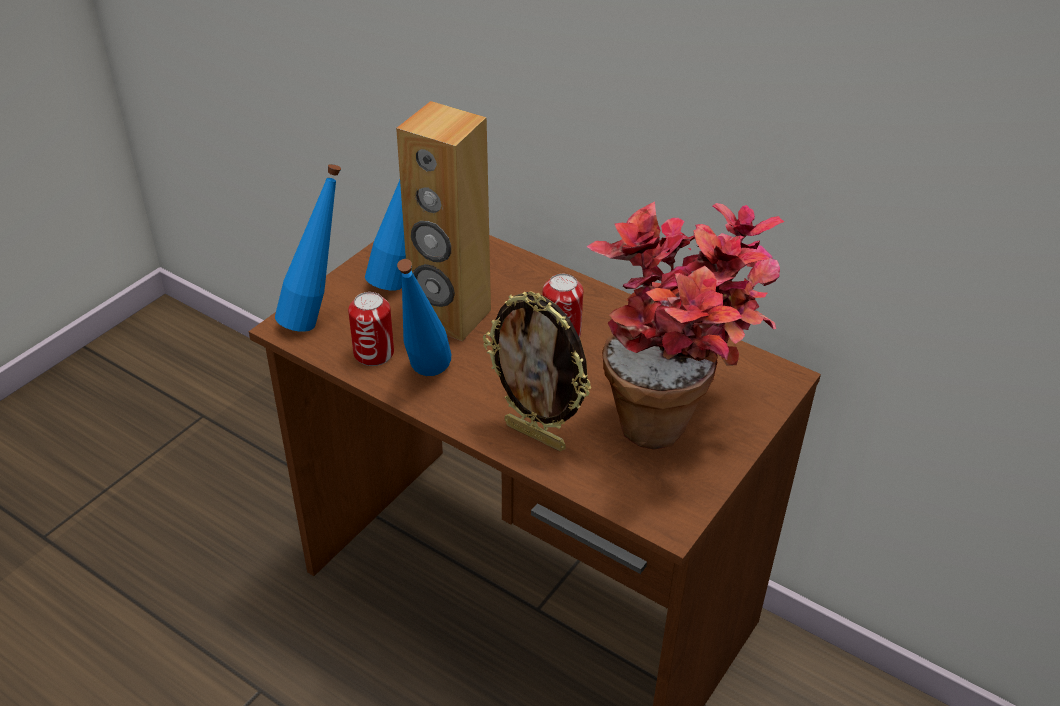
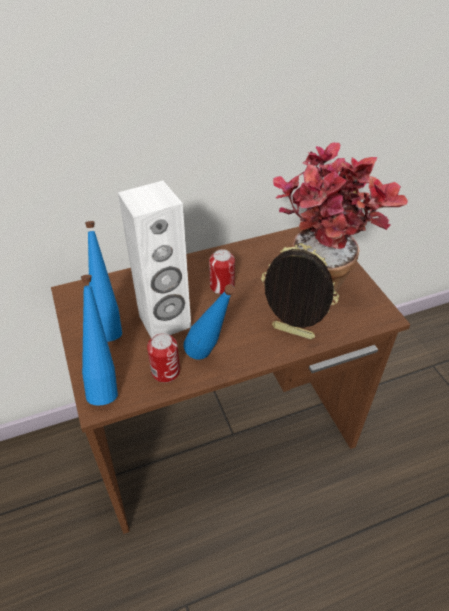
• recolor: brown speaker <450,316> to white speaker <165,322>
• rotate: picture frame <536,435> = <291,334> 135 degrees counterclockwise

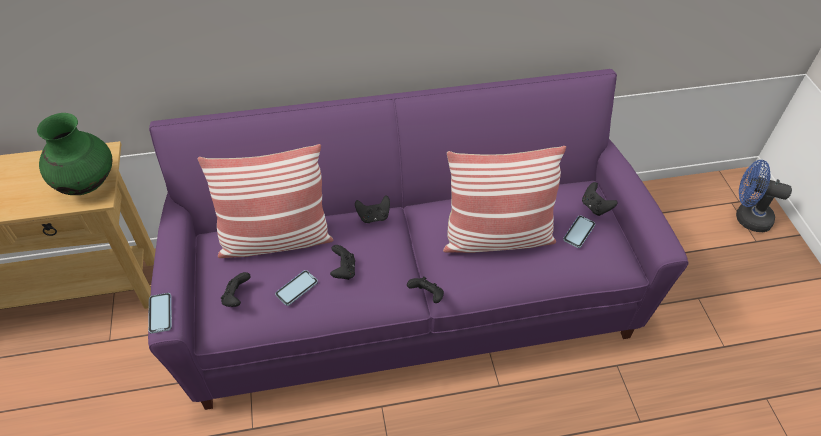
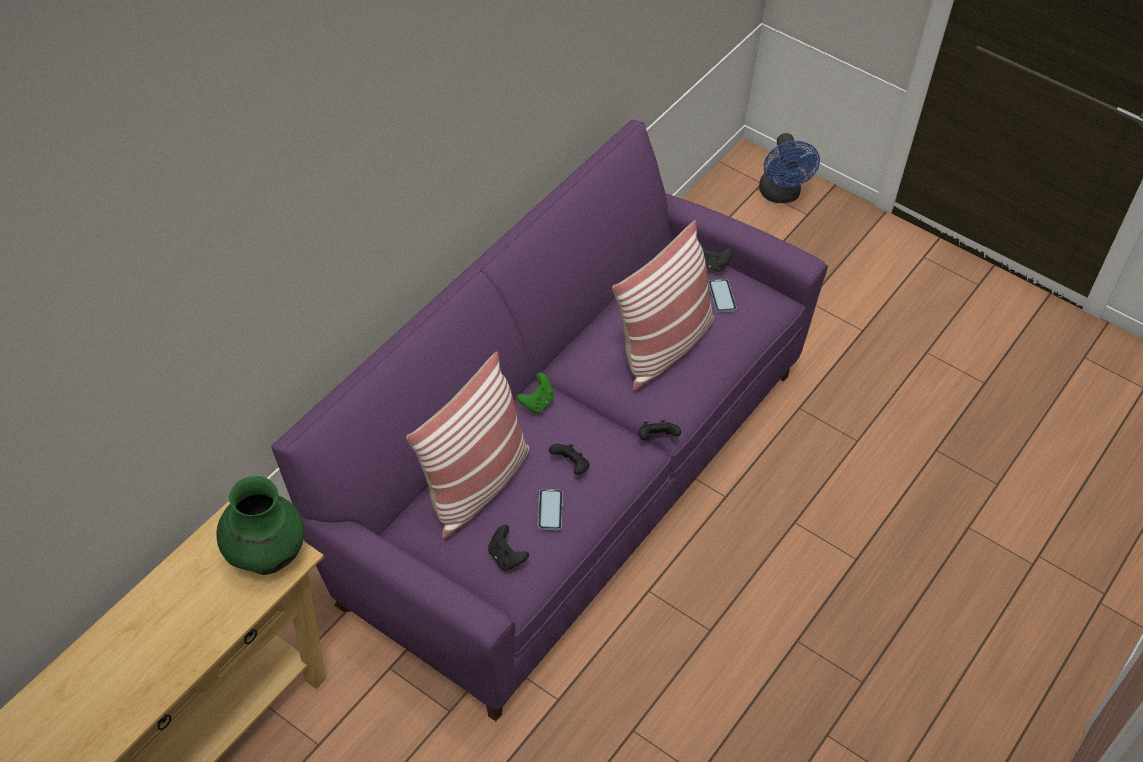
• delete: phone <160,313>
• recolor: black game controller <373,216> to green game controller <537,402>
• rotate: blue fan <746,217> = <781,195> 75 degrees counterclockwise

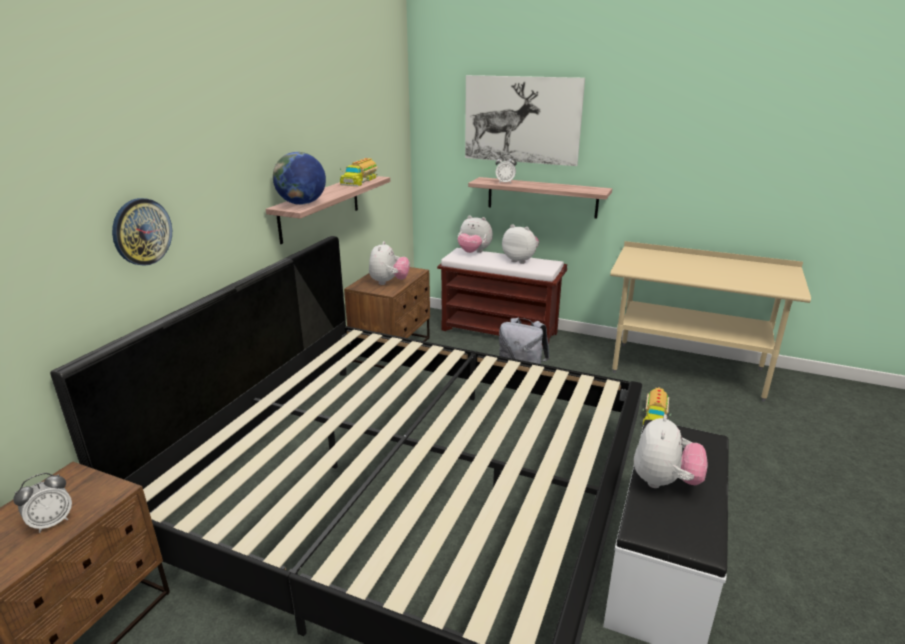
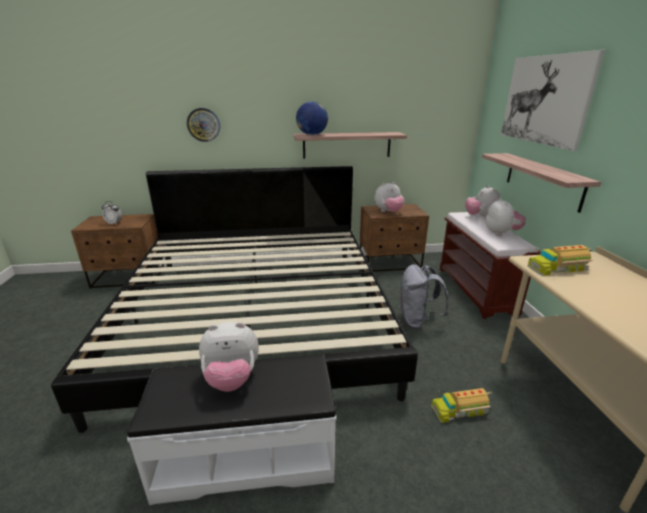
• delete: alarm clock <505,182>
• move: toy truck <359,181> to <557,268>

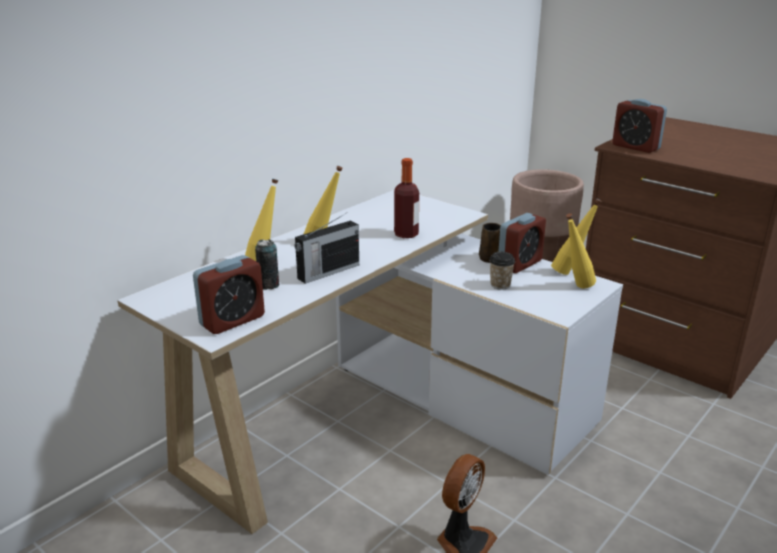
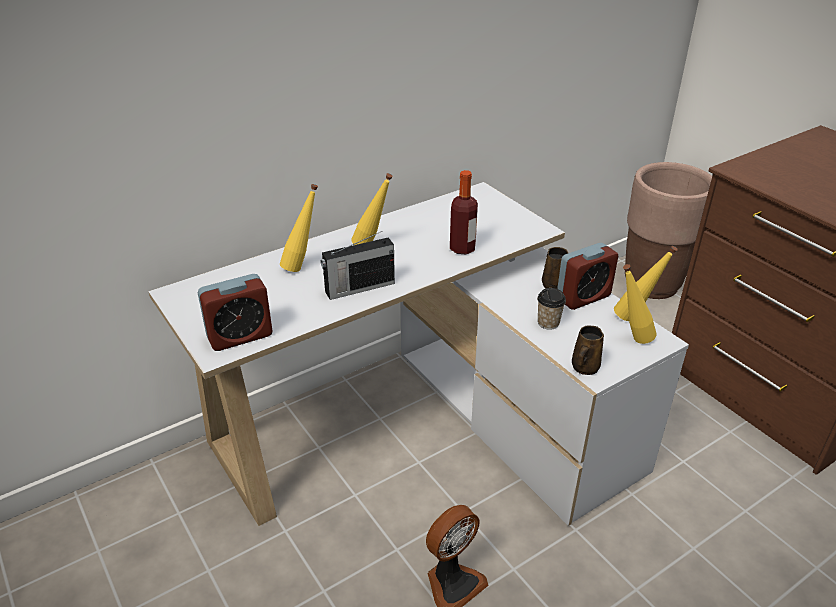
• delete: can <268,285>
• delete: alarm clock <635,147>
• insert: brown mug <584,368>

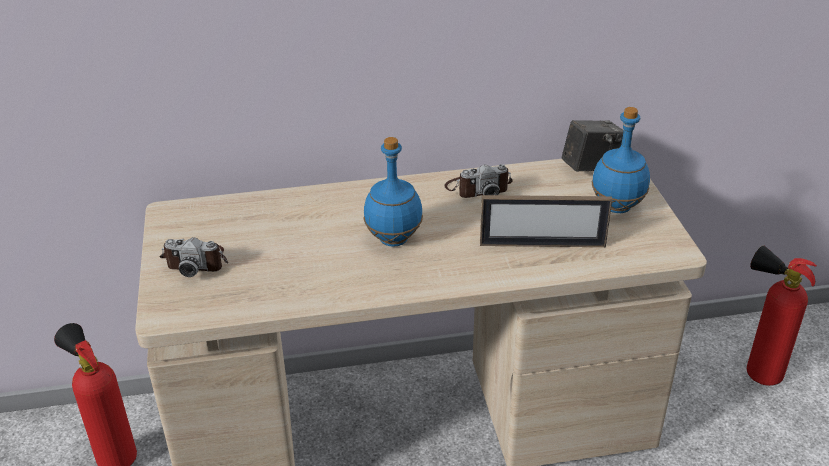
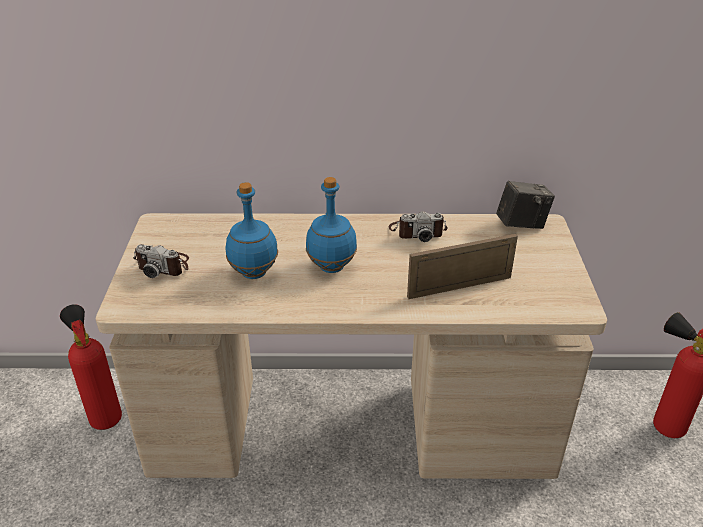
• move: blue bottle <616,207> to <253,273>
• rotate: picture frame <542,245> = <459,287> 150 degrees clockwise

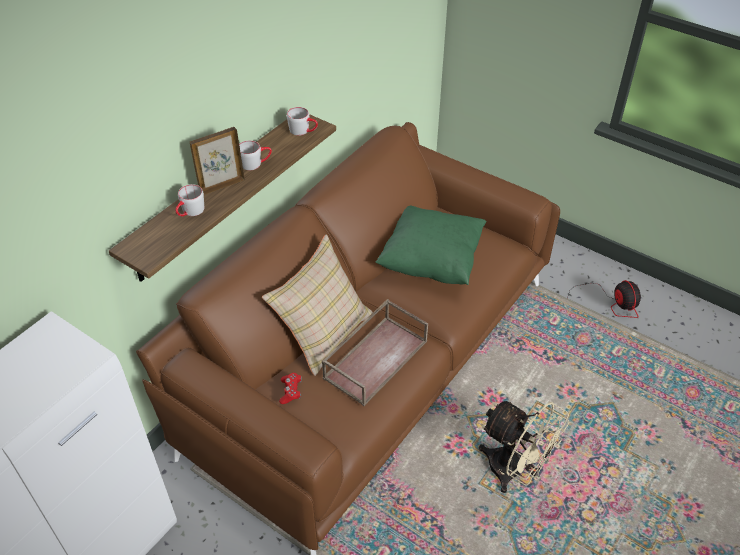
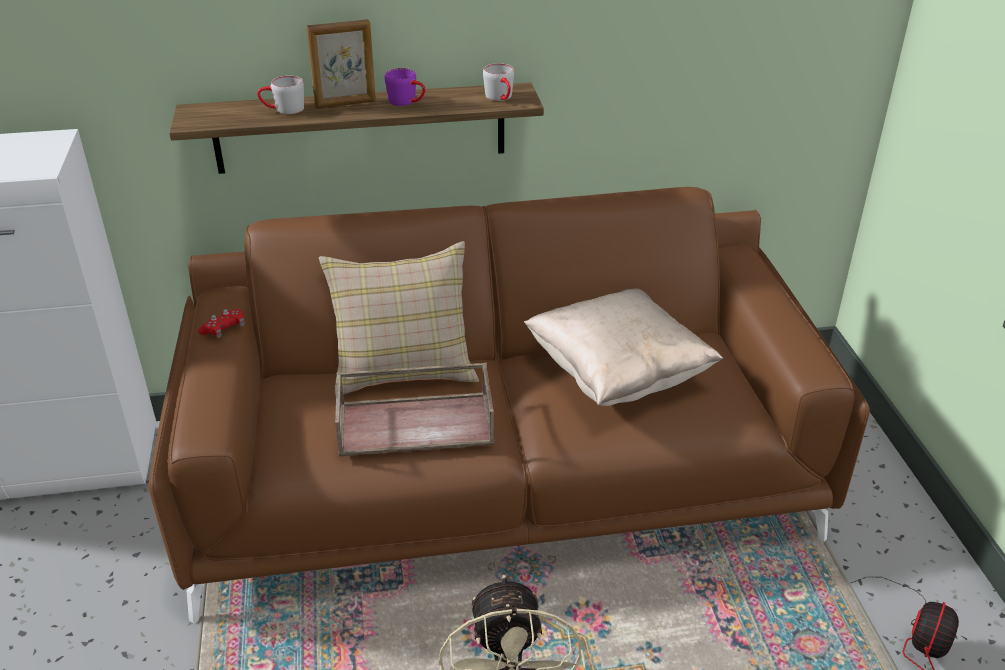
• move: red game controller <291,391> to <224,330>
• recolor: grey mug <255,163> to purple mug <407,102>
• recolor: green pillow <430,262> to beige pillow <617,375>
• rotate: picture frame <221,186> = <346,104> 150 degrees clockwise

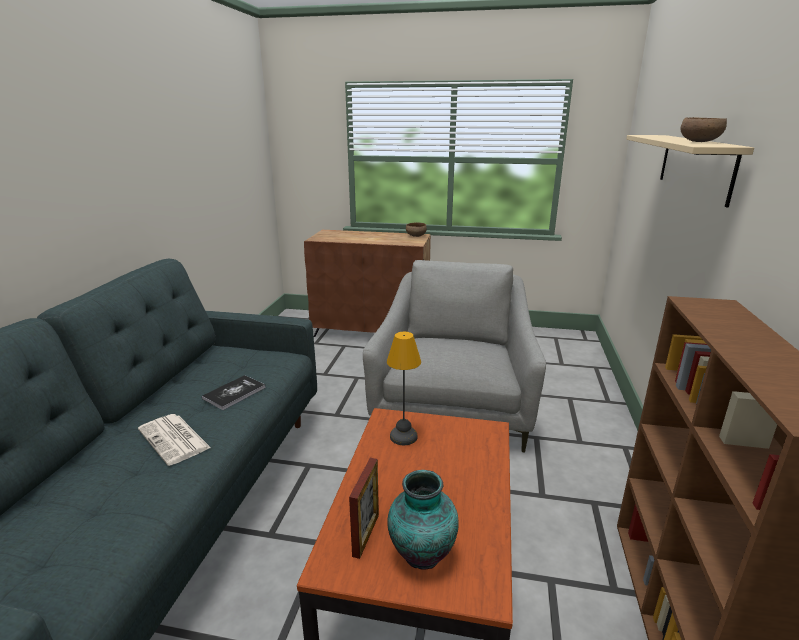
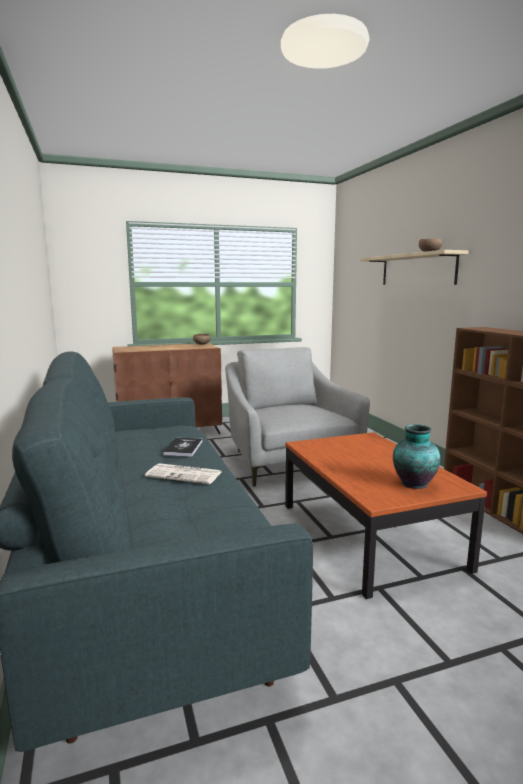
• delete: picture frame <366,535>
• delete: table lamp <404,436>

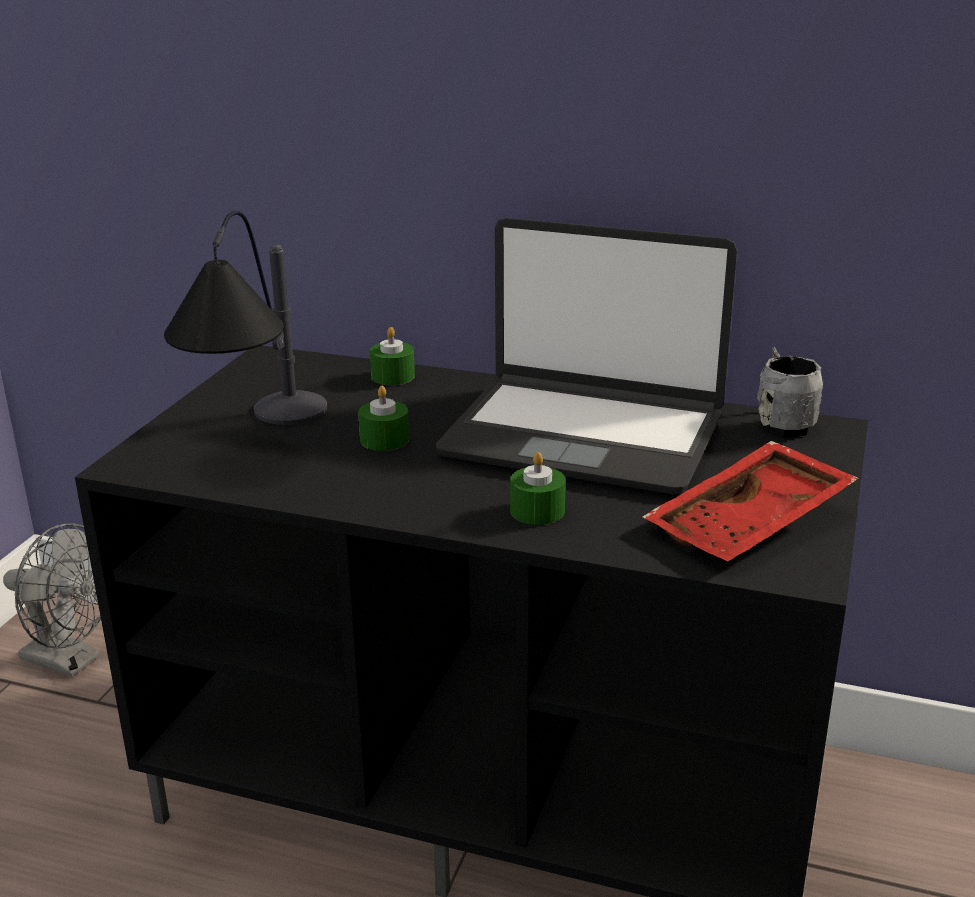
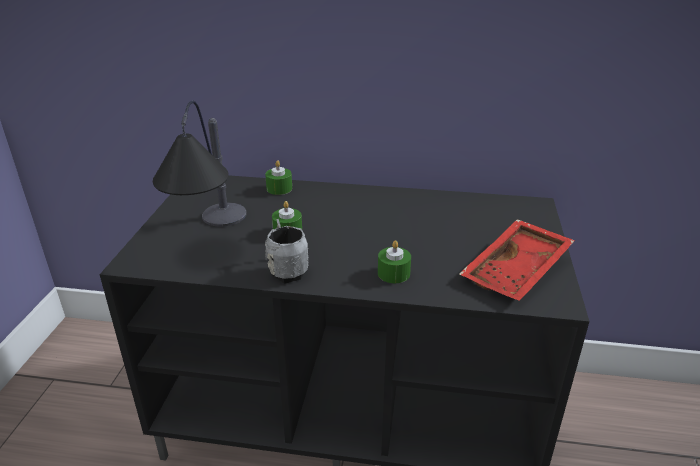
• delete: grey fan <71,661>
• delete: laptop <584,435>
• move: grey mug <782,423> to <287,269>

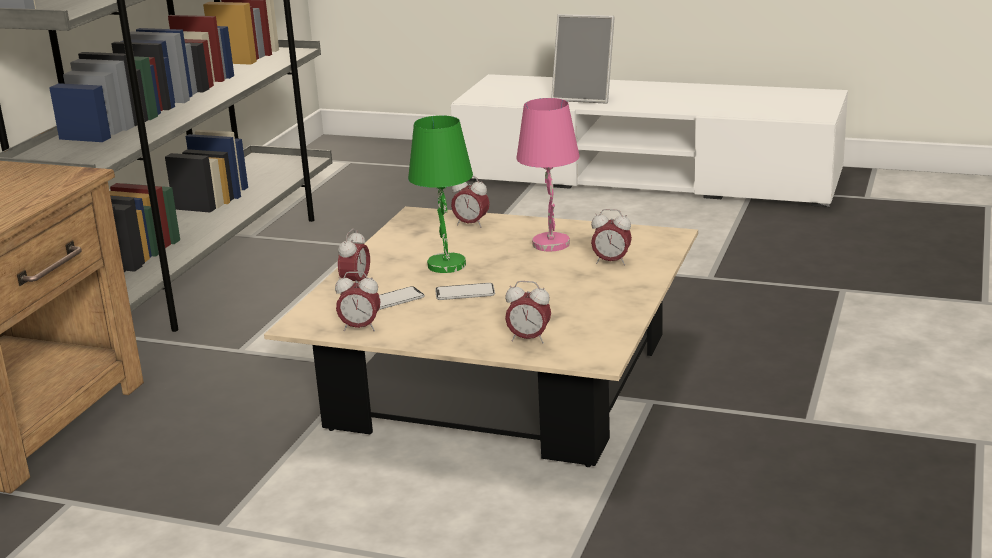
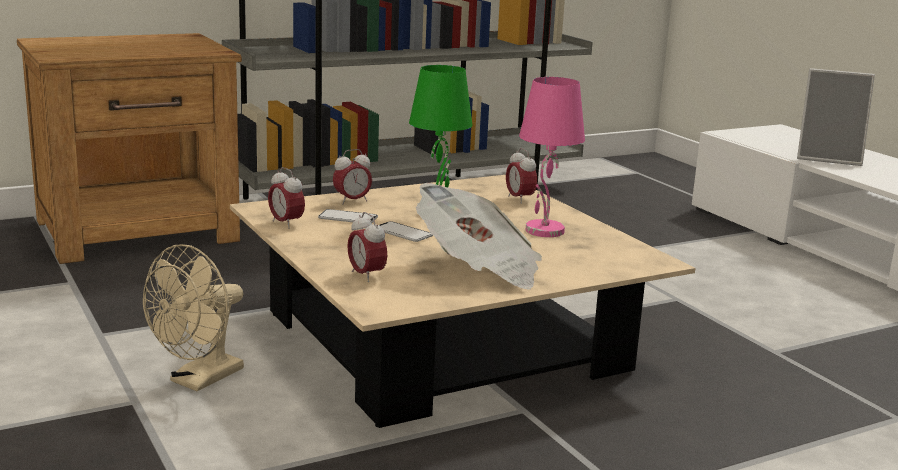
• delete: alarm clock <611,262>
• insert: beige fan <199,380>
• insert: newspaper <479,269>
• rotate: picture frame <585,97> = <829,158> 45 degrees counterclockwise

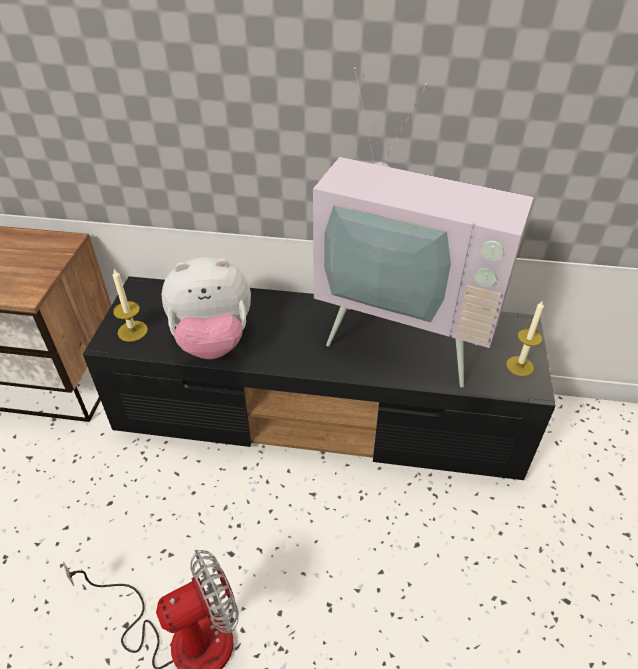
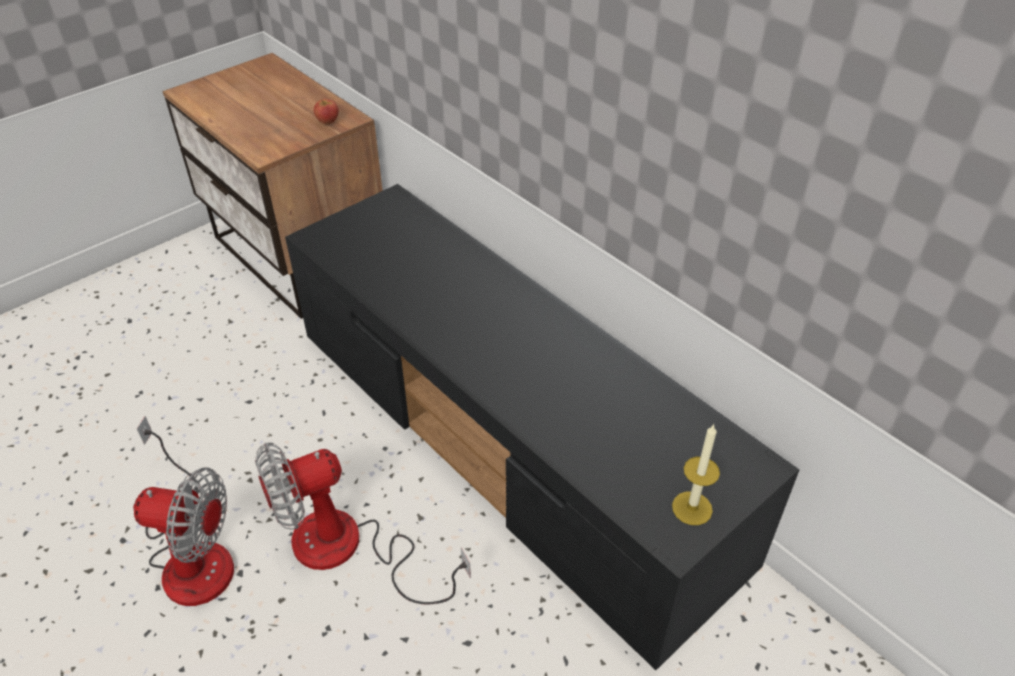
• delete: candle <132,331>
• delete: plush toy <213,340>
• delete: television <406,336>
• insert: fan <348,550>
• insert: apple <328,121>

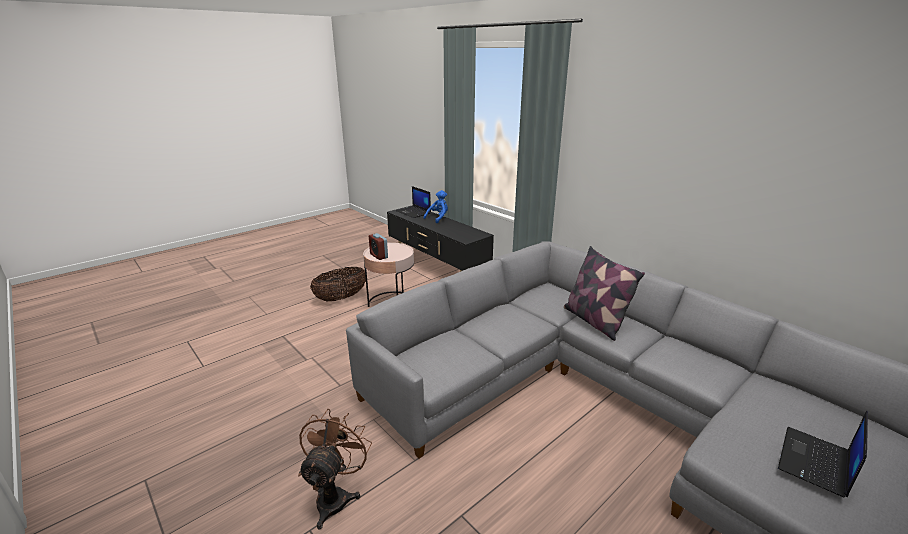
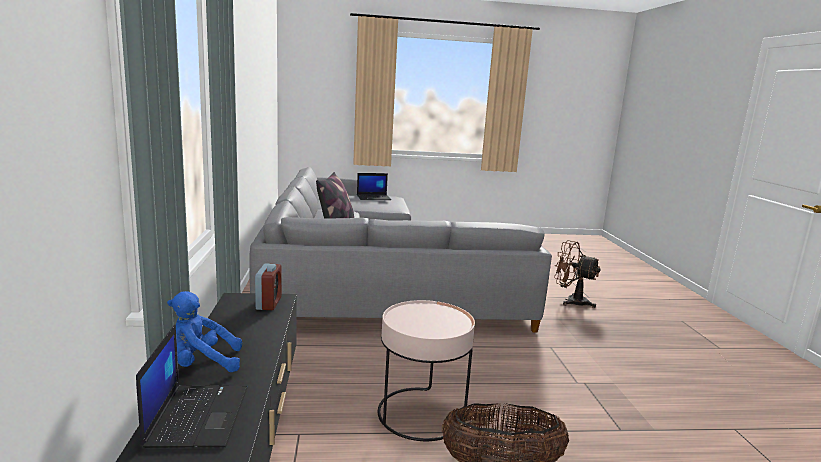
• move: alarm clock <379,256> to <269,303>
• rotate: brown fan <336,496> = <571,301> 75 degrees clockwise

